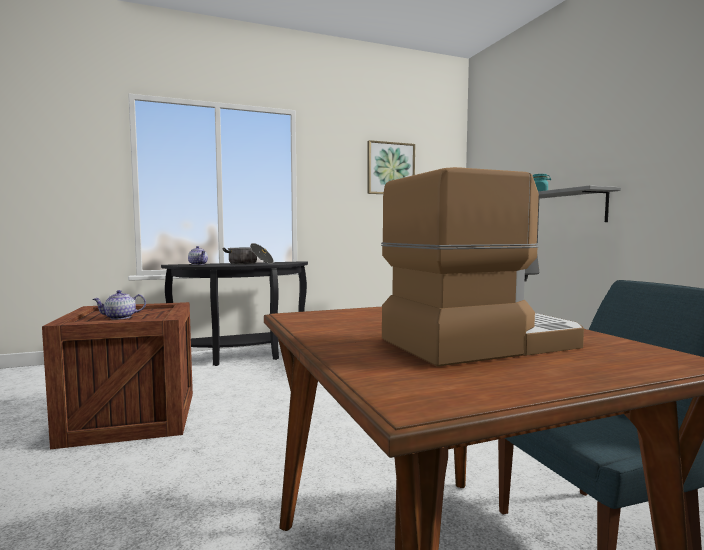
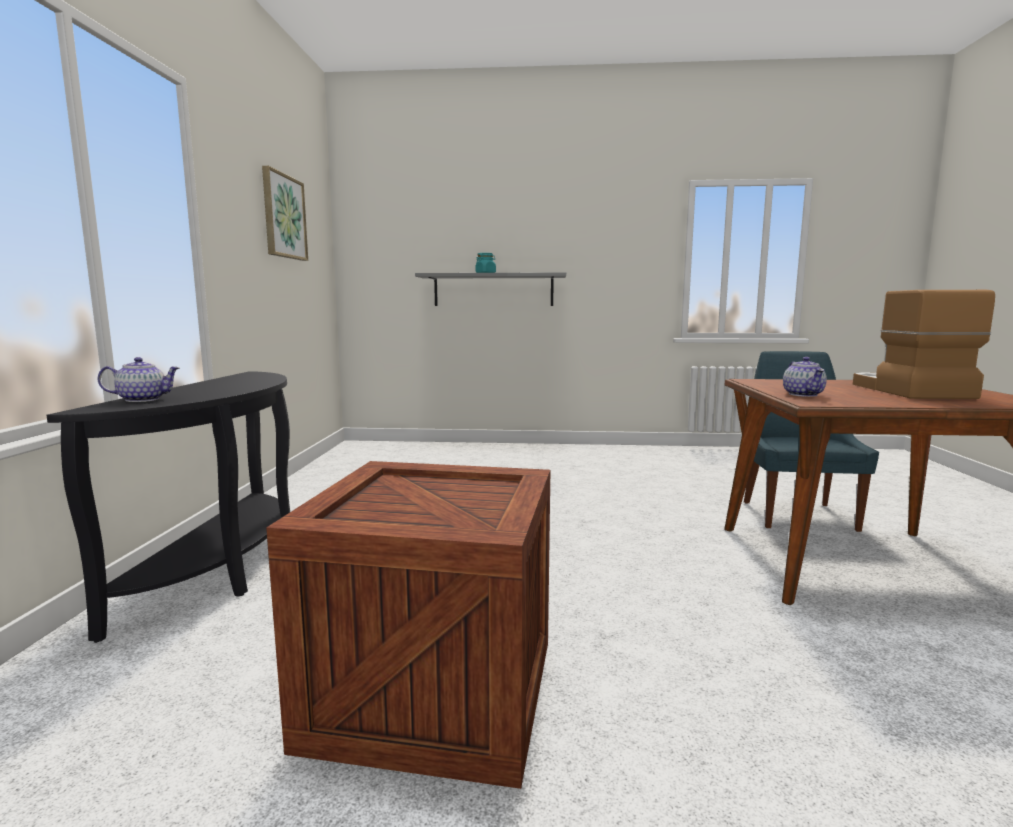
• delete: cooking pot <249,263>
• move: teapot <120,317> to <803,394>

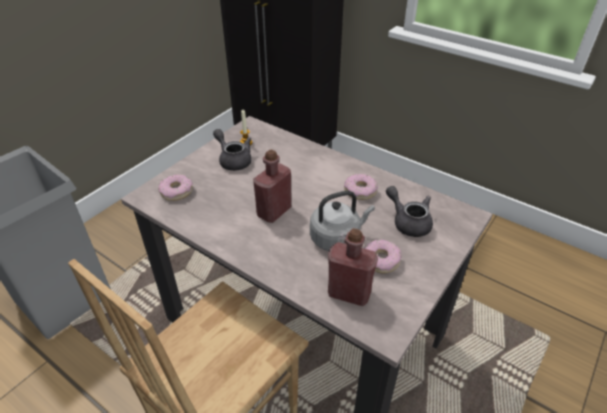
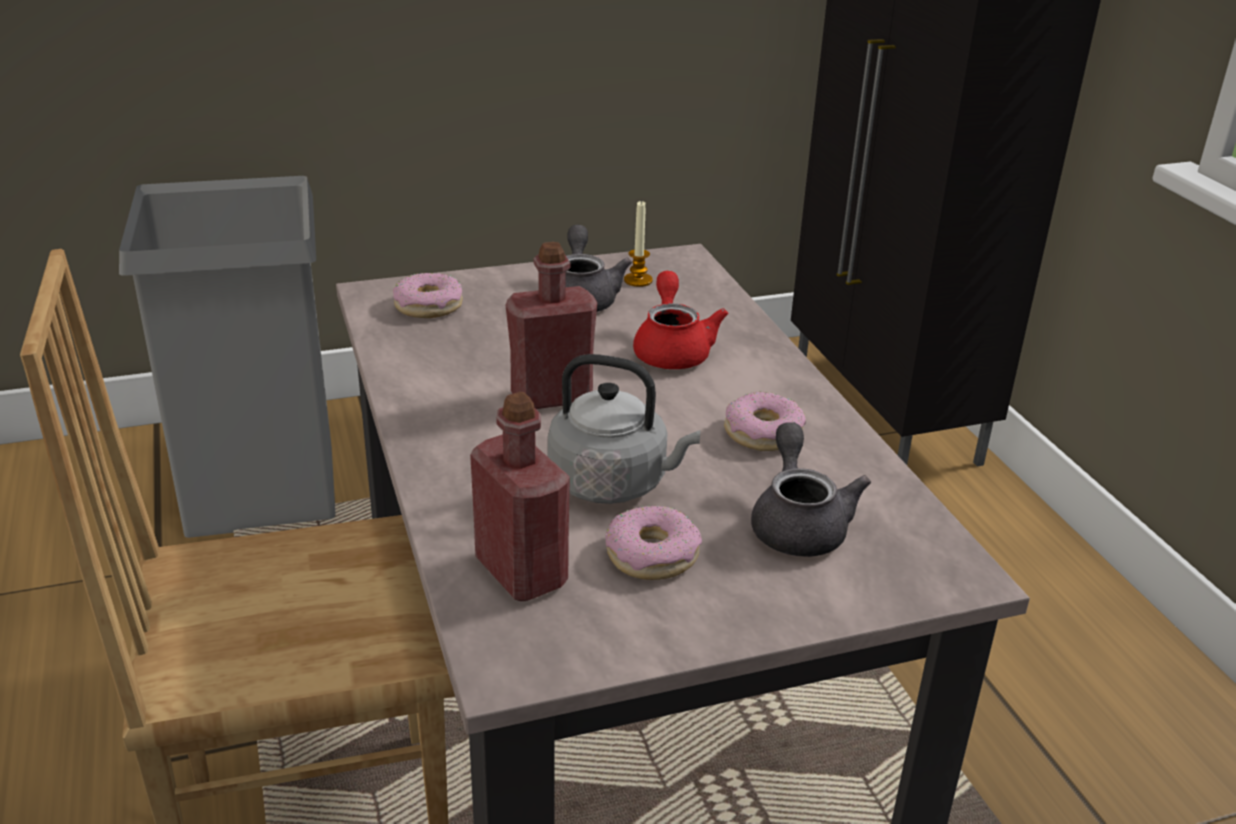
• insert: red teapot <672,349>

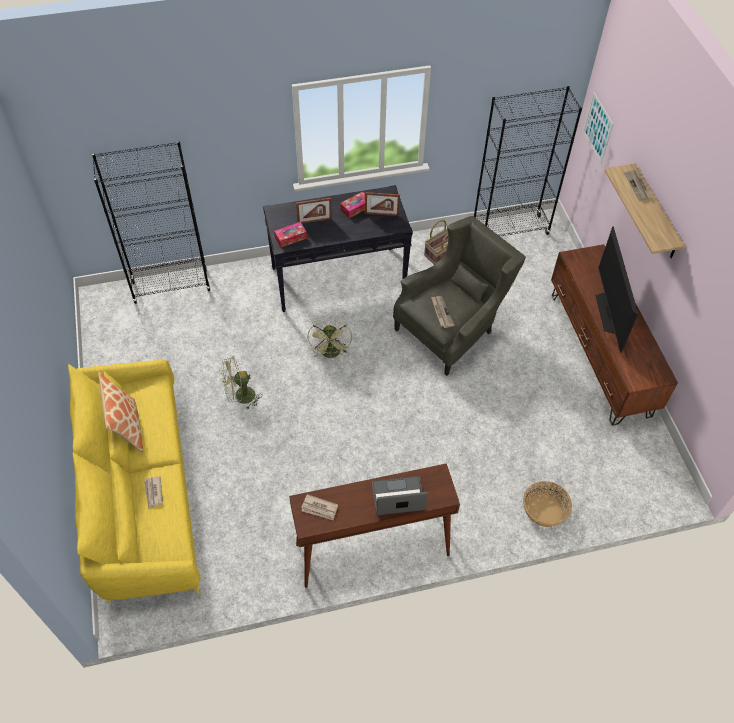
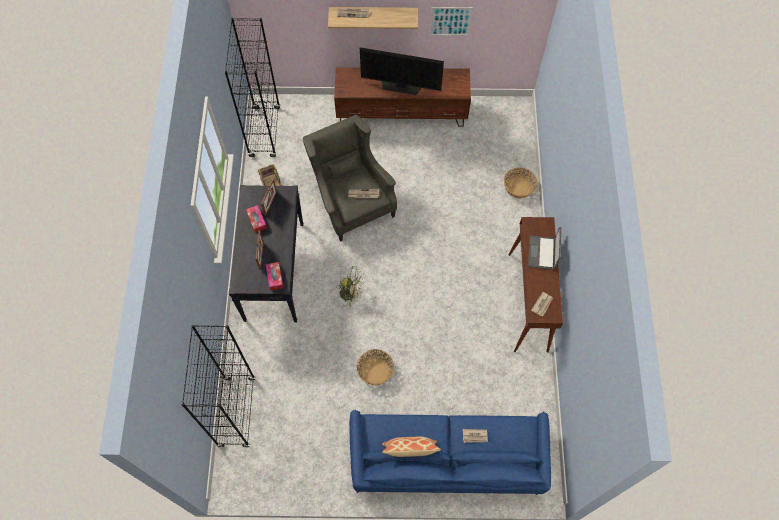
• move: picture <598,127> to <450,21>
• replace: green fan <240,397> to basket <375,370>
• recolor: yellow sofa <141,492> to blue sofa <447,460>

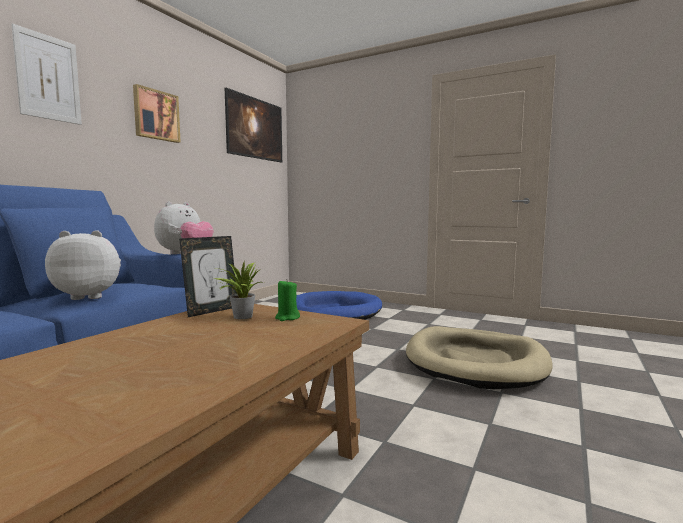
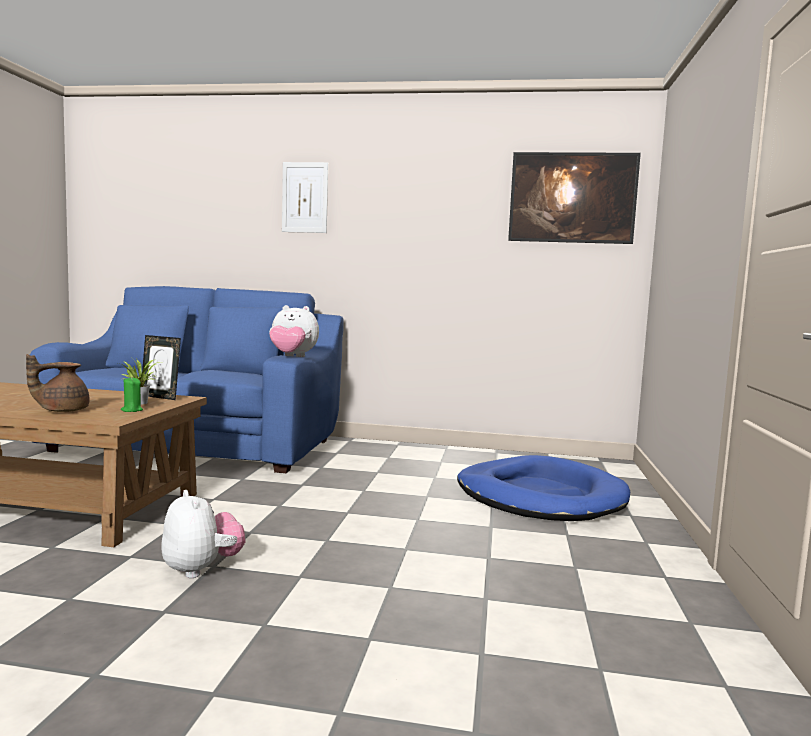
• delete: picture <156,115>
• delete: beige dog bed <475,362>
• insert: brown teapot <62,410>
• move: plush toy <90,296> to <202,569>

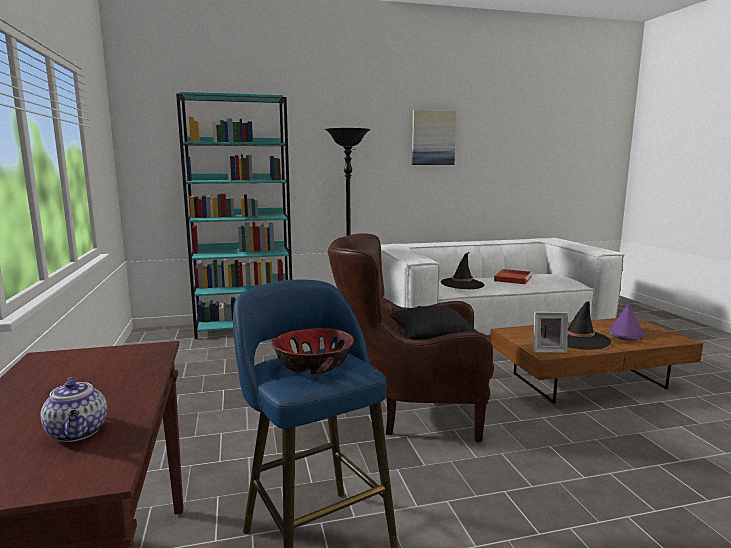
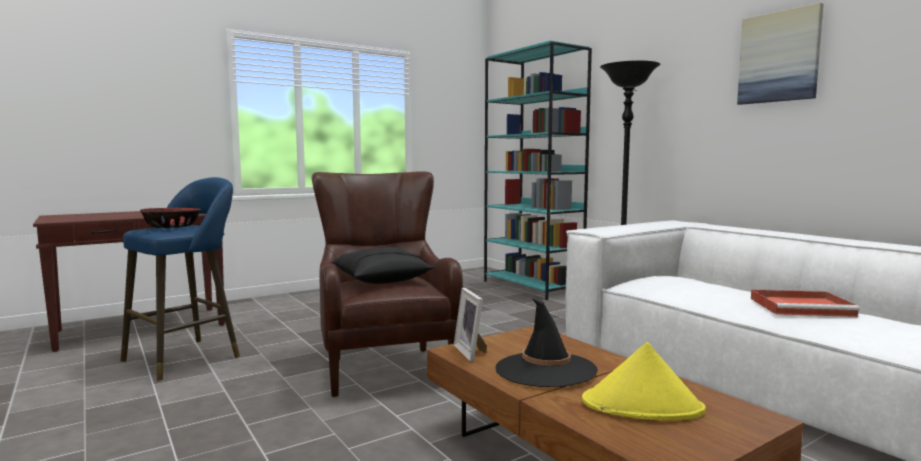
• delete: teapot <78,432>
• delete: black hat <462,284>
• recolor: purple hat <625,332> to yellow hat <642,406>

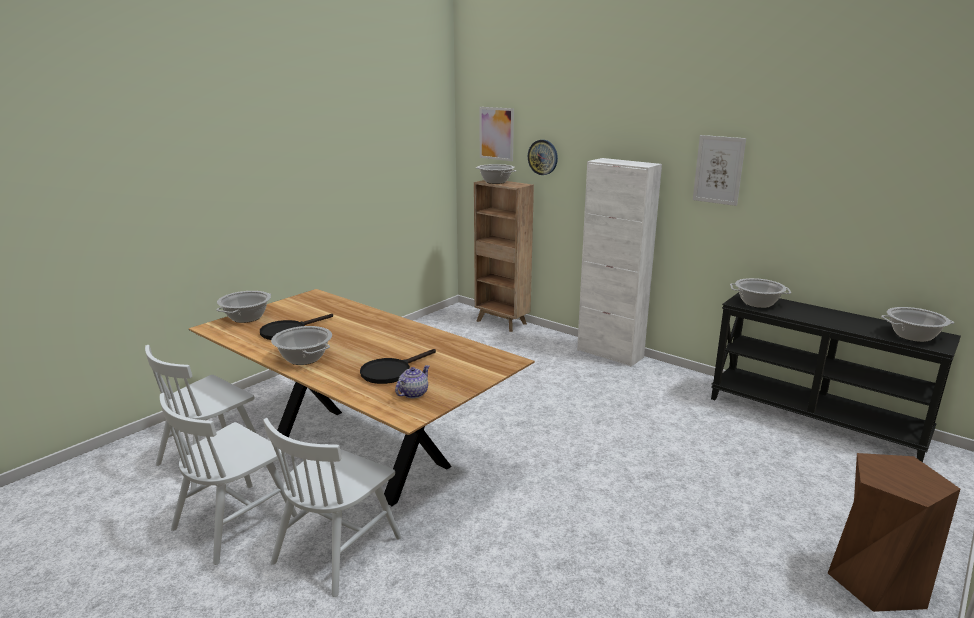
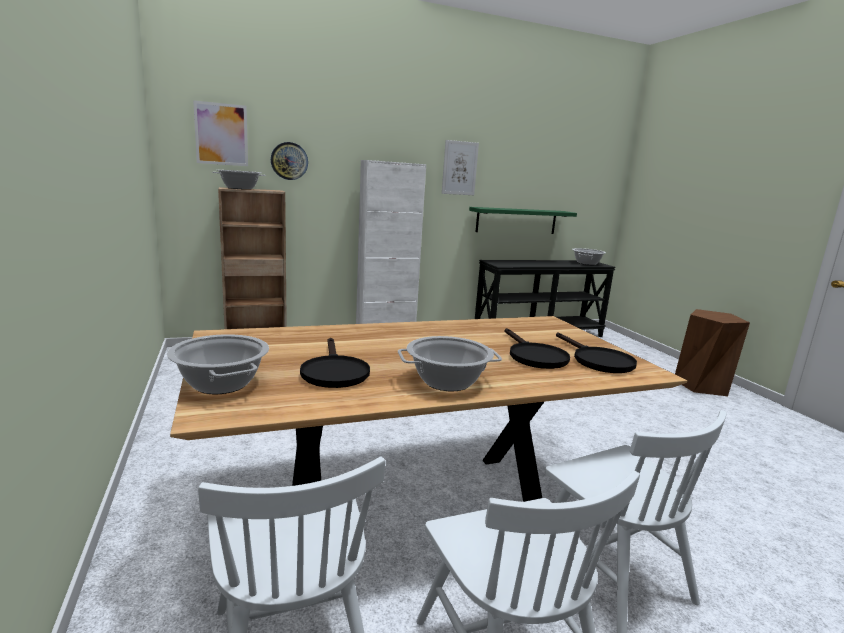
• delete: cooking pot <757,303>
• insert: green shelf <516,221>
• replace: teapot <413,393> to black frying pan <597,360>

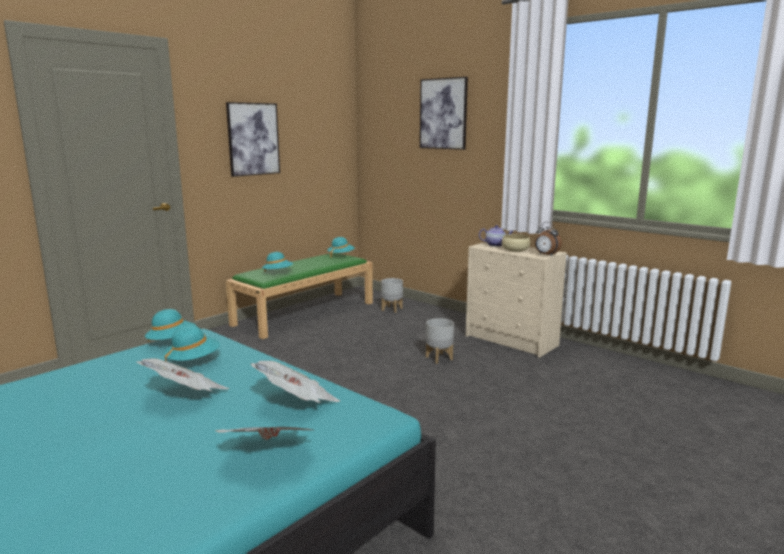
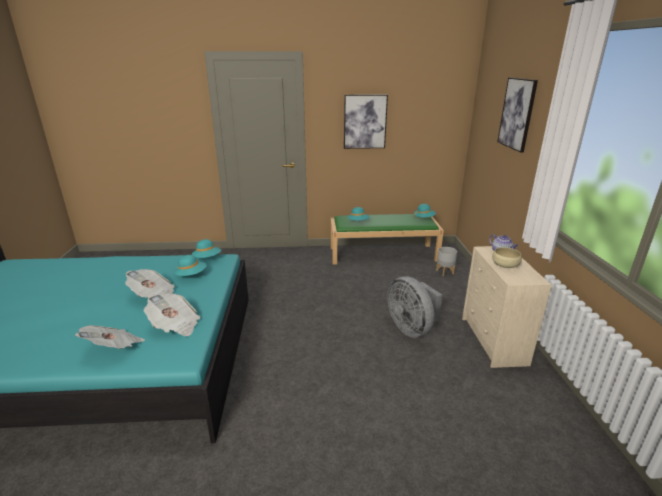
• delete: alarm clock <546,255>
• replace: grey planter <439,358> to grey fan <412,328>

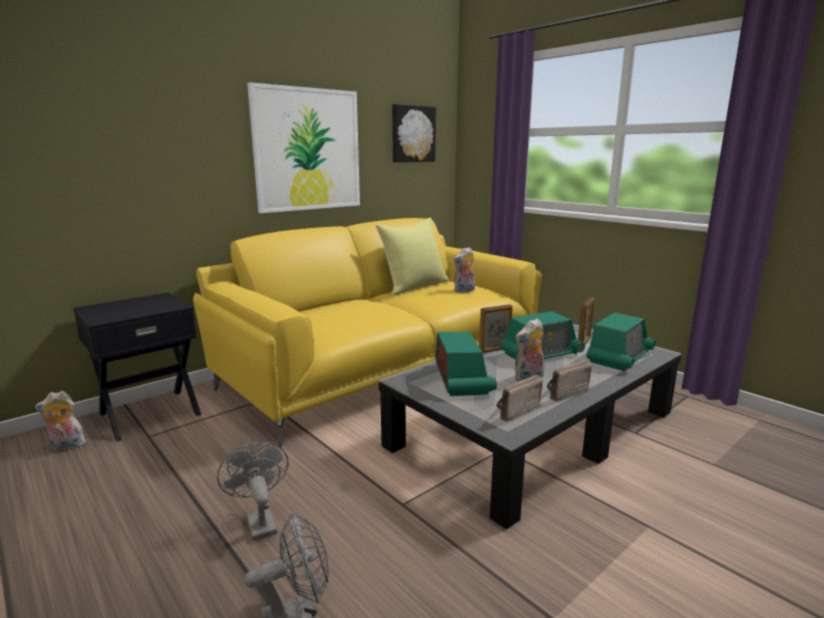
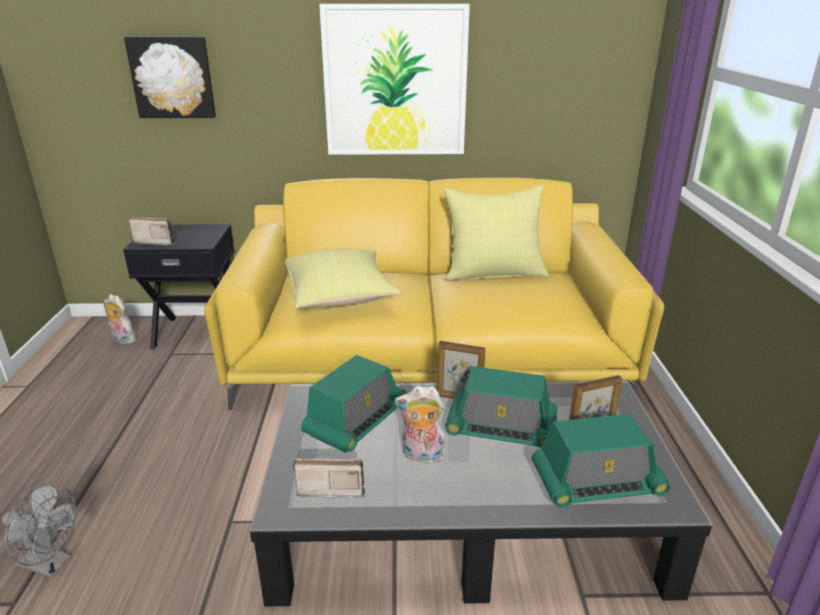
• delete: grey fan <259,521>
• delete: plush toy <464,291>
• insert: yellow pillow <340,297>
• move: picture <412,134> to <172,77>
• move: radio <562,393> to <156,241>

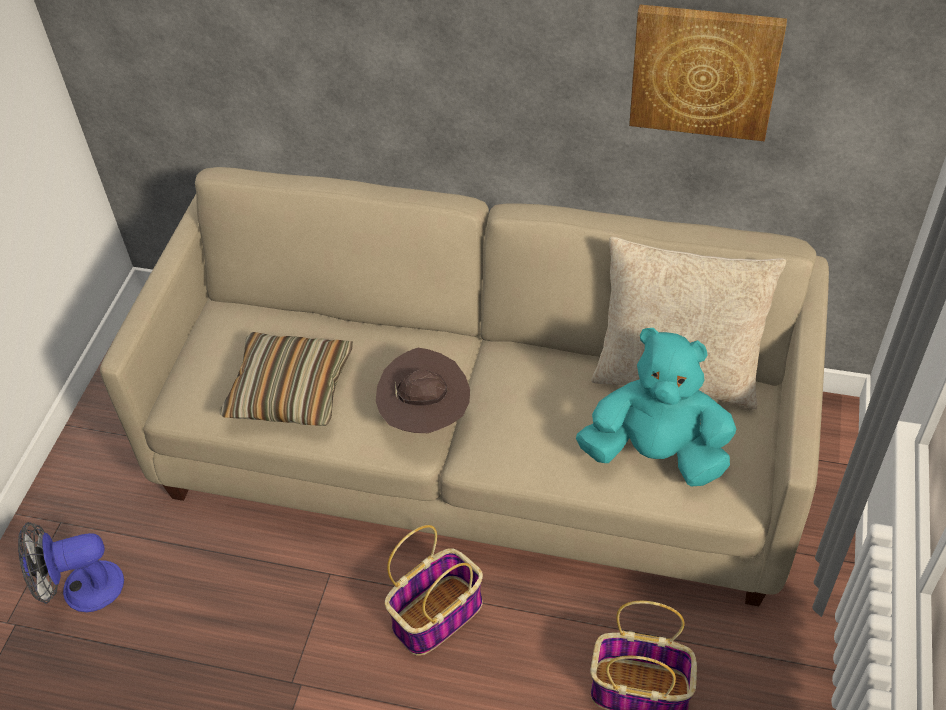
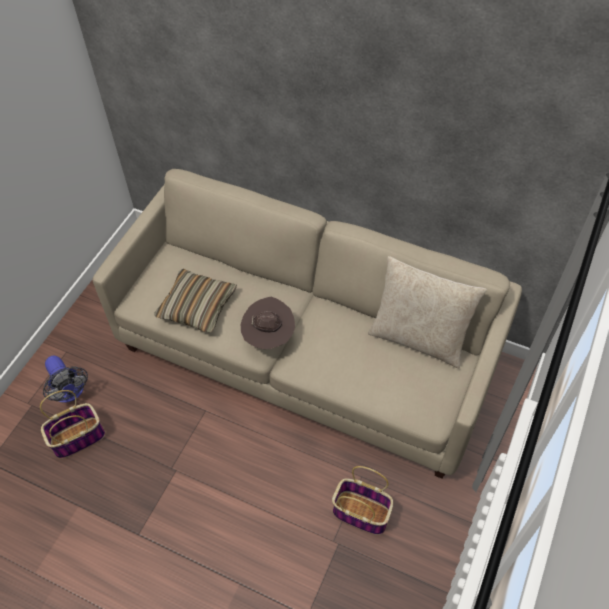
• delete: turquoise plush toy <656,454>
• delete: picture <704,71>
• move: basket <438,614> to <78,437>
• rotate: fan <81,589> = <70,392> 120 degrees counterclockwise

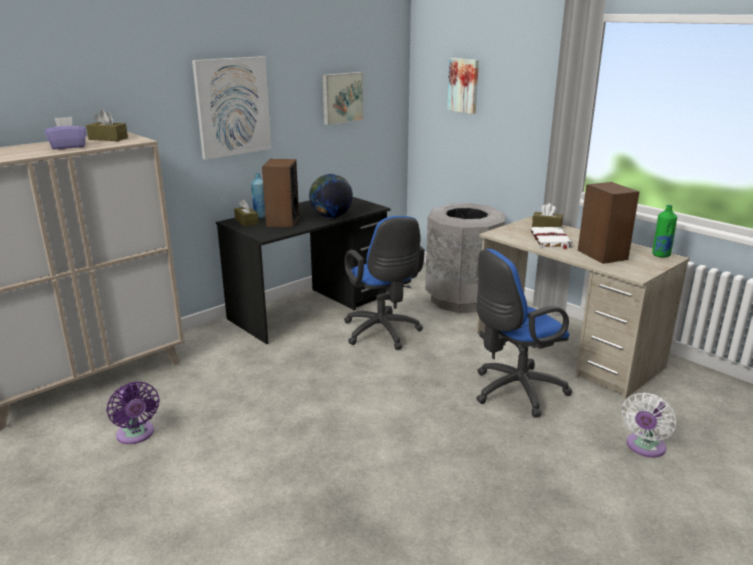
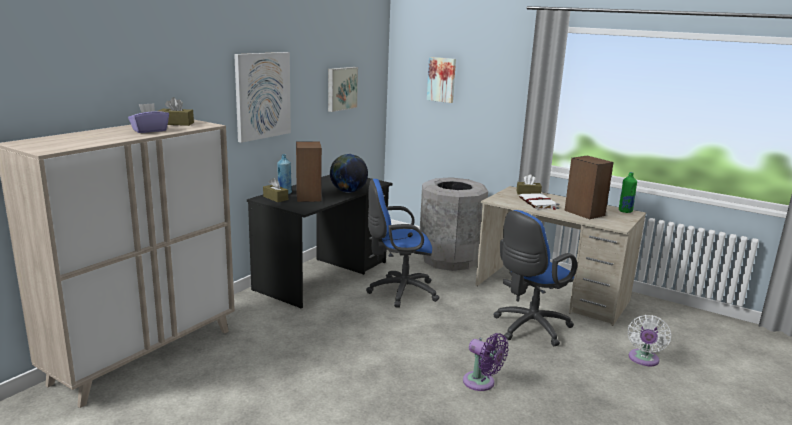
• move: purple fan <136,435> to <481,383>
• rotate: blue office chair <383,334> = <399,292> 120 degrees clockwise

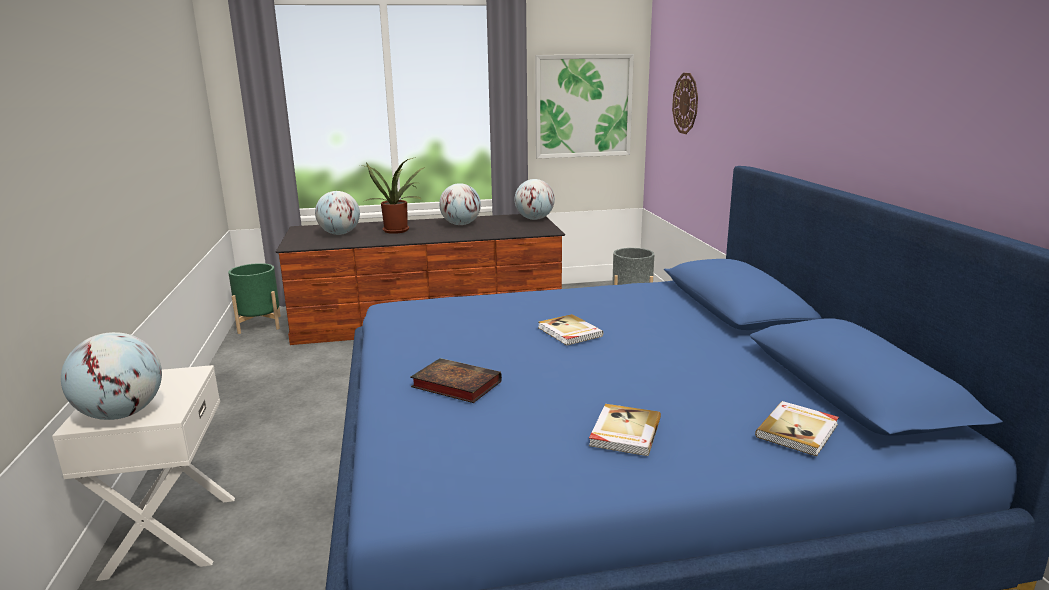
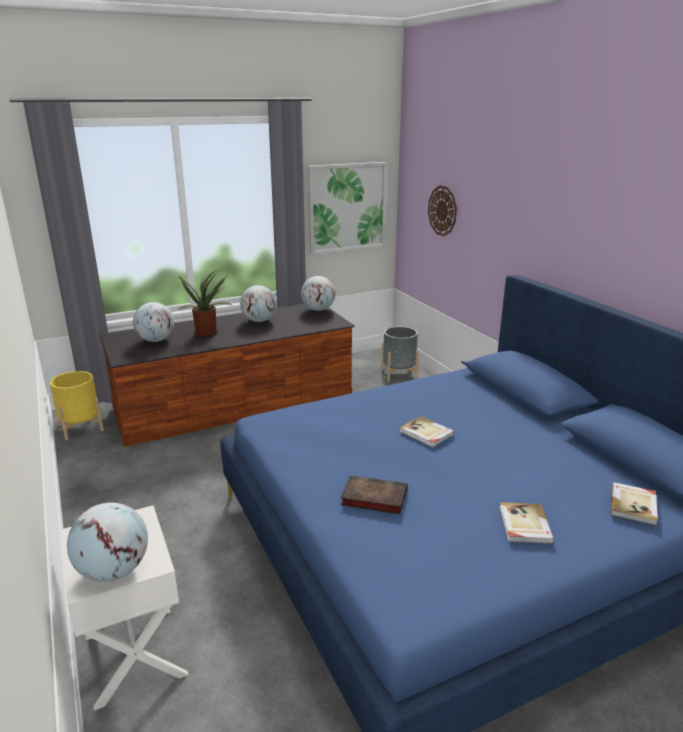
• recolor: green planter <259,324> to yellow planter <81,427>

